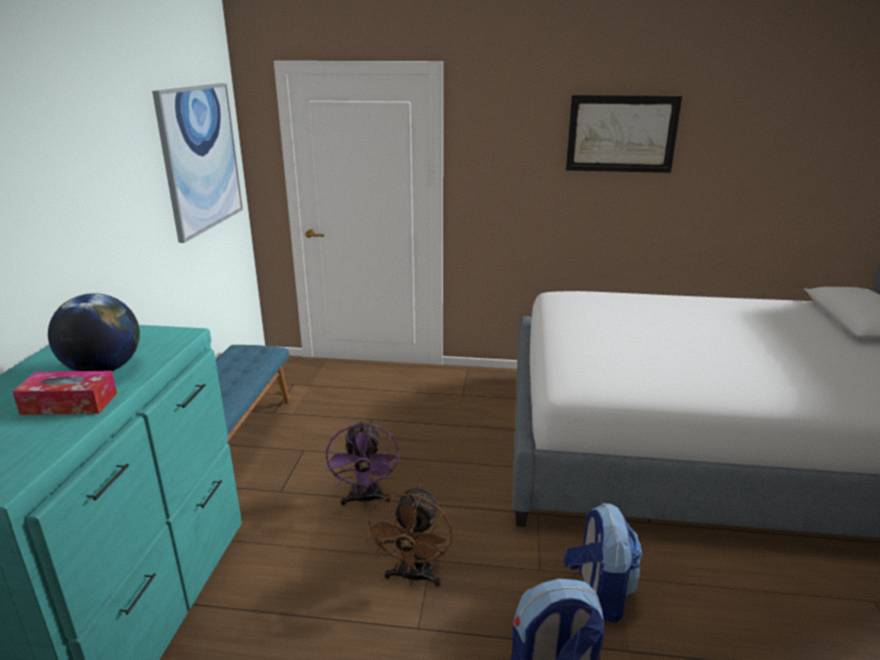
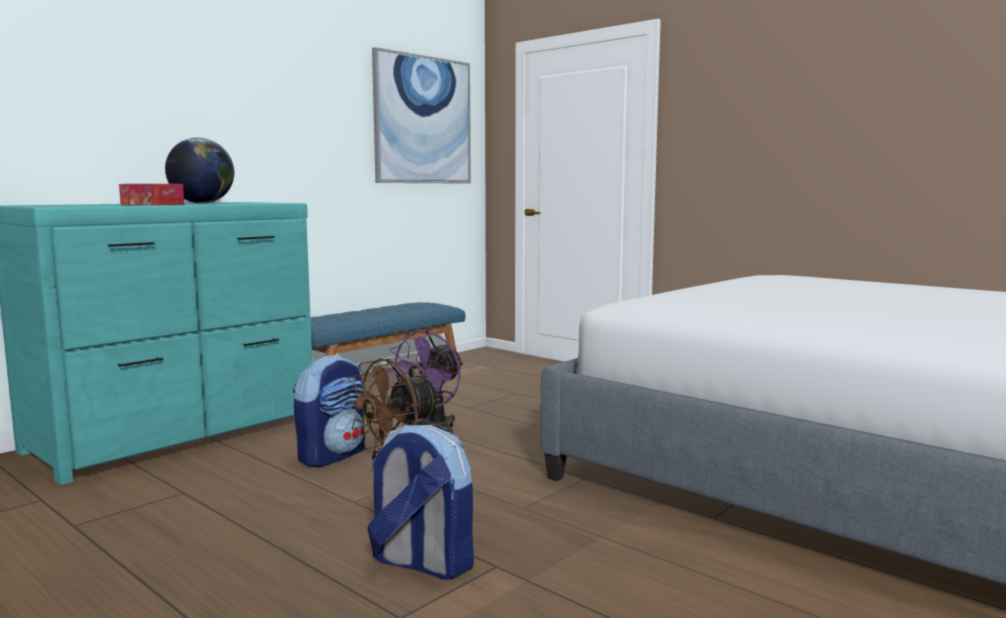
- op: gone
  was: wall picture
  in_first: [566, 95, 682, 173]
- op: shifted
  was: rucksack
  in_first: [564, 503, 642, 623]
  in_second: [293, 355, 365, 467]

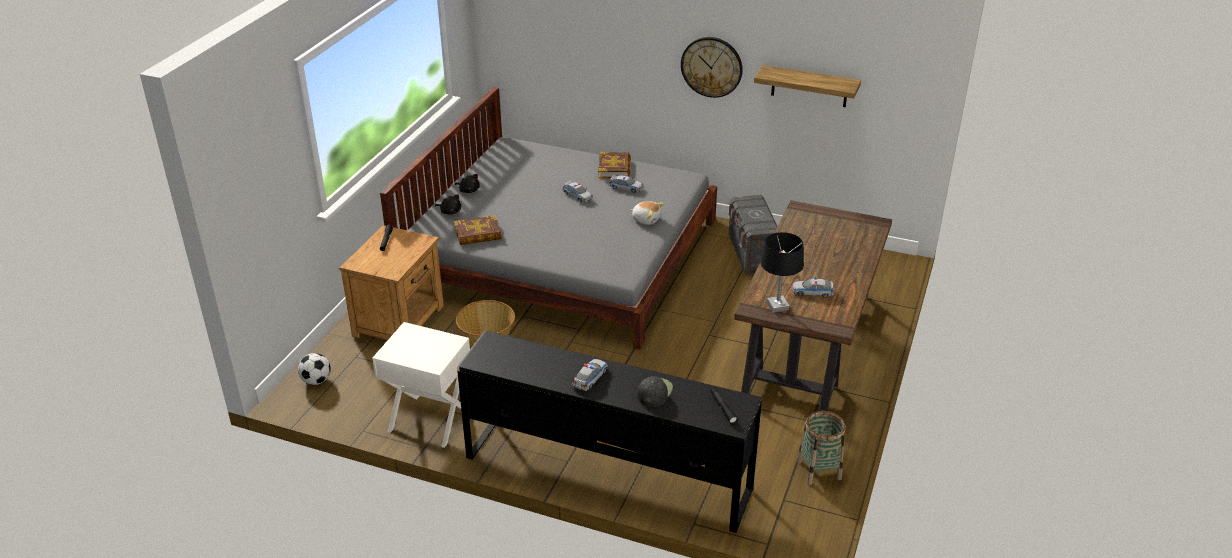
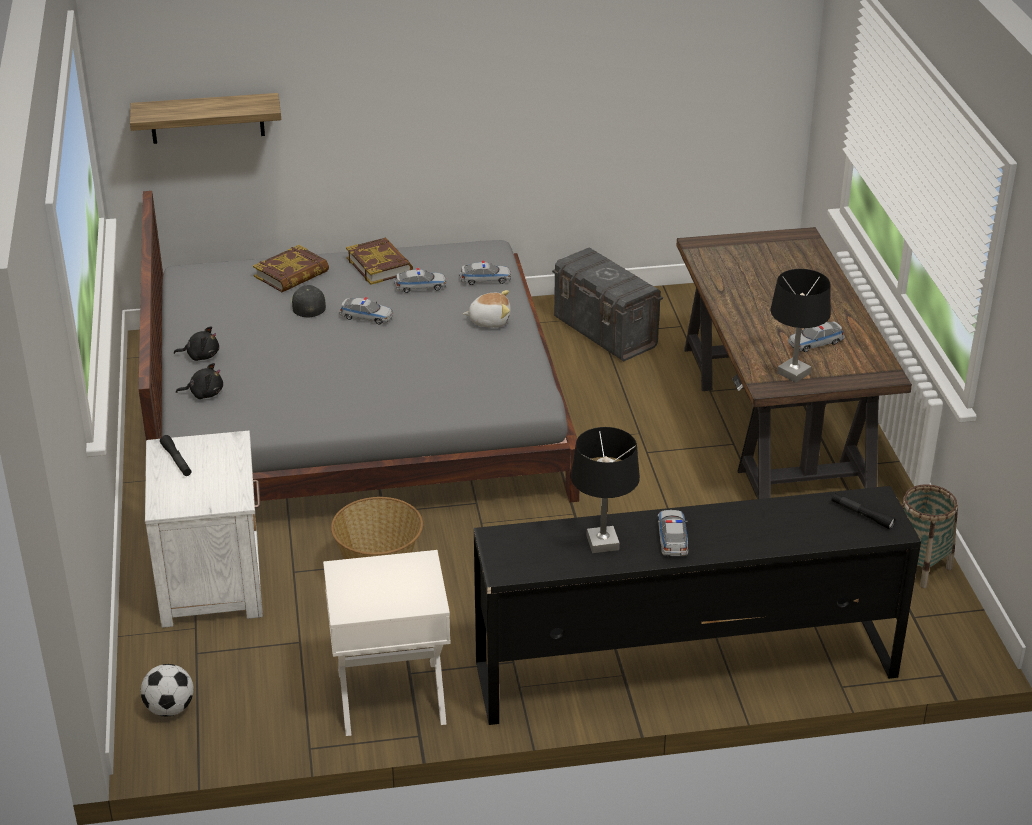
- op: gone
  was: clock on the wall
  in_first: [681, 37, 743, 98]
- op: shifted
  was: bracket shelf
  in_first: [754, 65, 861, 107]
  in_second: [130, 93, 281, 144]
- op: shifted
  was: volume
  in_first: [454, 215, 502, 245]
  in_second: [253, 245, 329, 292]
- op: repainted
  was: brown-coloured nightstand
  now: white-coloured nightstand
  in_first: [339, 225, 444, 340]
  in_second: [145, 431, 263, 628]
- op: shifted
  was: black-coloured baseball cap
  in_first: [638, 376, 673, 407]
  in_second: [291, 285, 326, 317]
- op: new
  now: toy car
  in_second: [460, 261, 512, 285]
- op: new
  now: black-coloured tabletop lamp
  in_second: [571, 427, 640, 553]

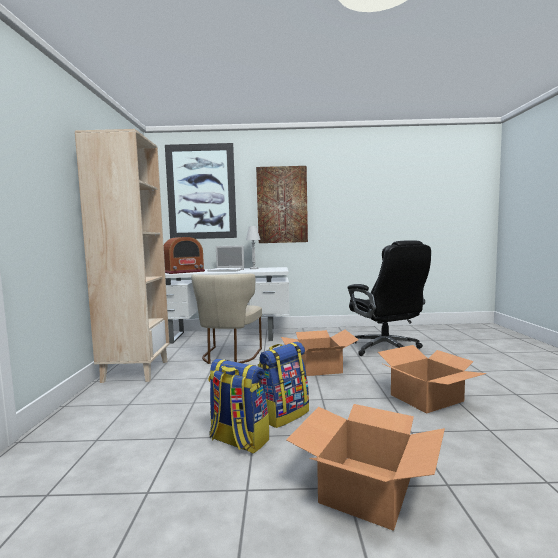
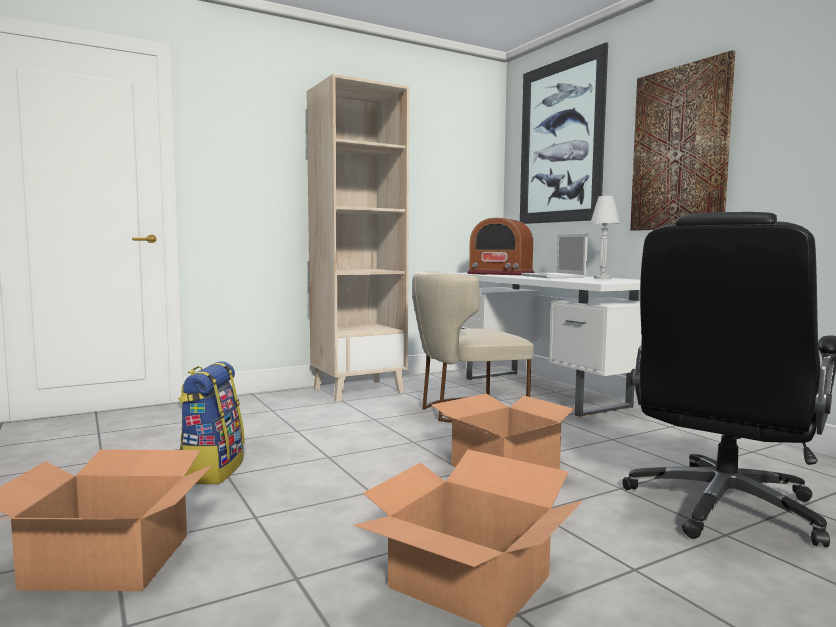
- op: gone
  was: rucksack
  in_first: [258, 342, 309, 428]

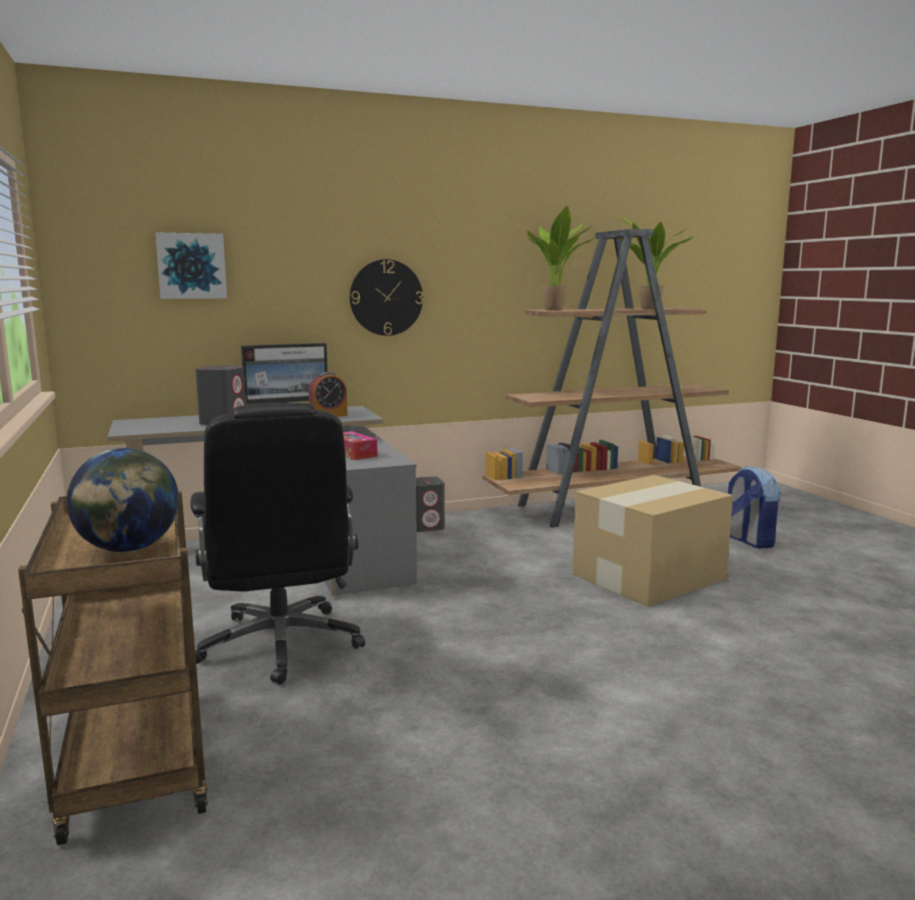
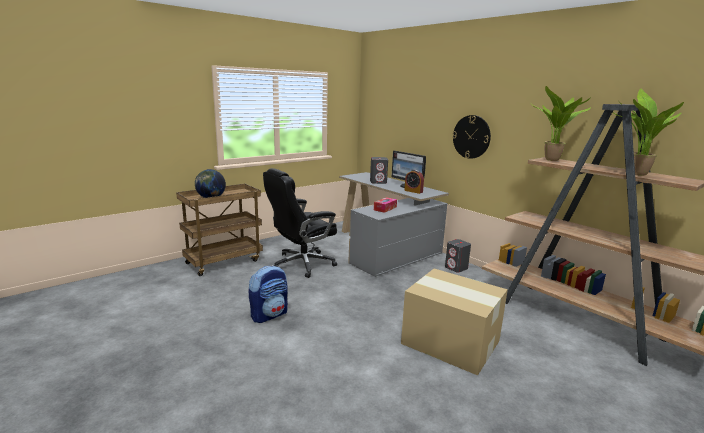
- op: gone
  was: wall picture
  in_first: [155, 232, 227, 299]
- op: shifted
  was: rucksack
  in_first: [728, 466, 780, 549]
  in_second: [248, 265, 288, 323]

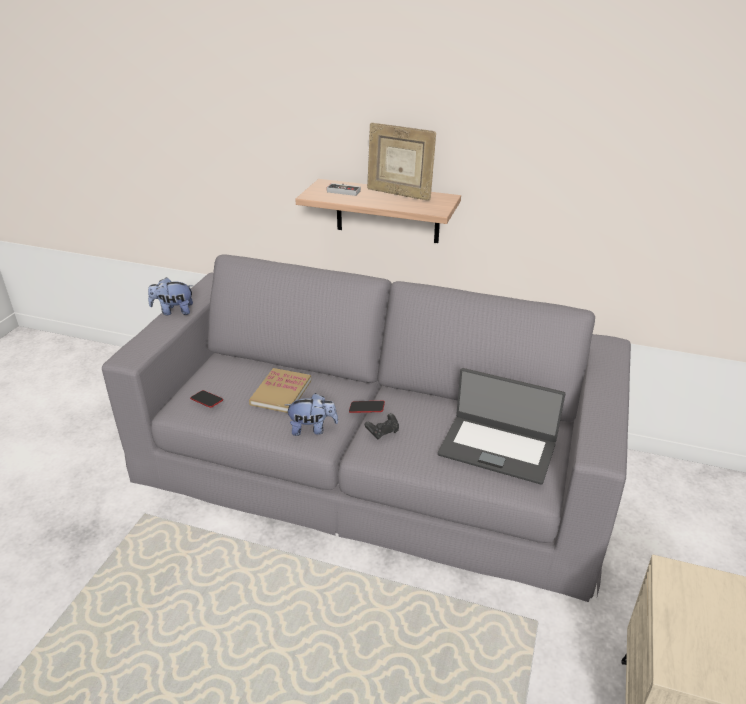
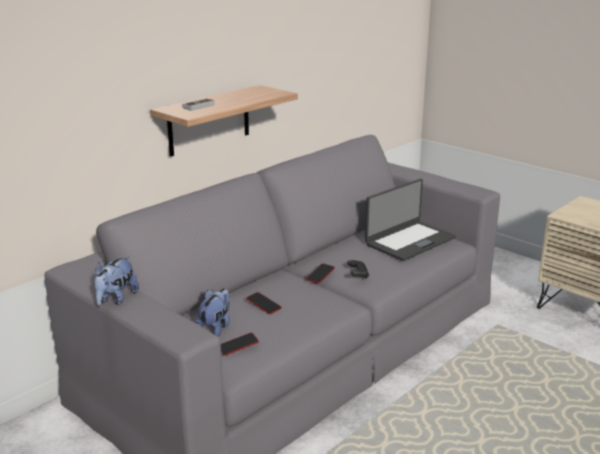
- op: gone
  was: picture frame
  in_first: [367, 123, 436, 201]
- op: swapped
  was: volume
  now: phone
  in_first: [249, 368, 311, 413]
  in_second: [247, 292, 281, 314]
- op: shifted
  was: soft toy
  in_first: [285, 393, 338, 436]
  in_second: [196, 288, 230, 337]

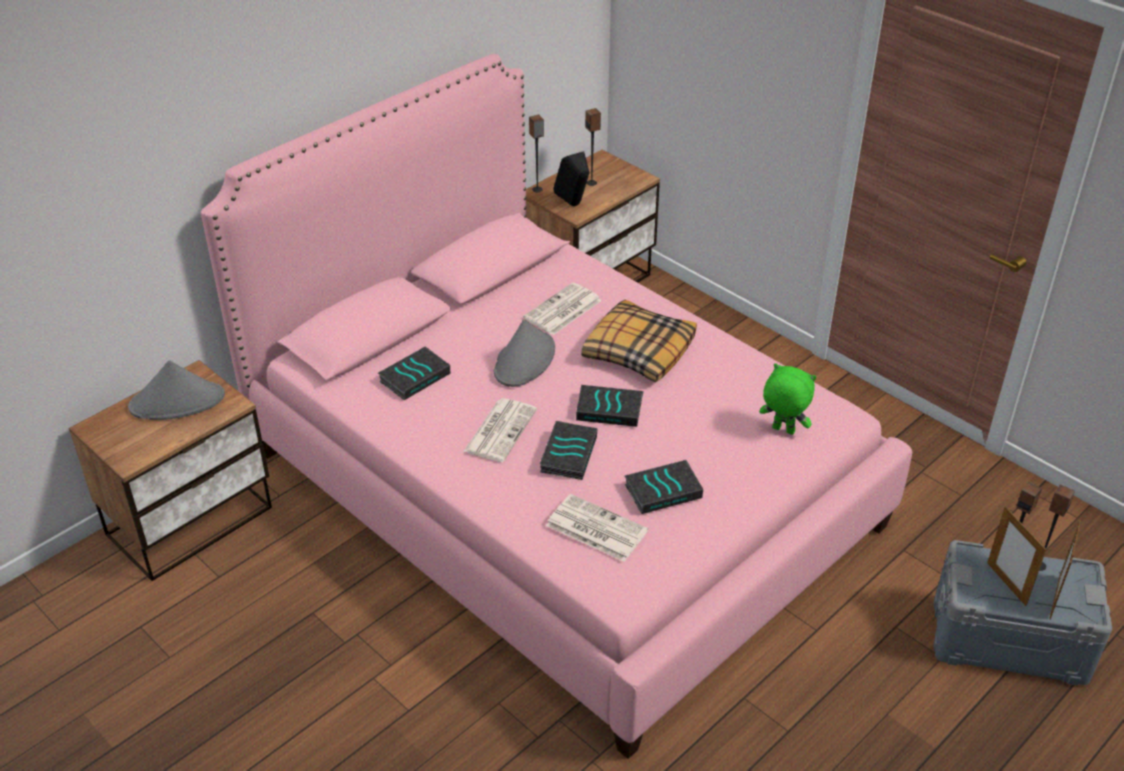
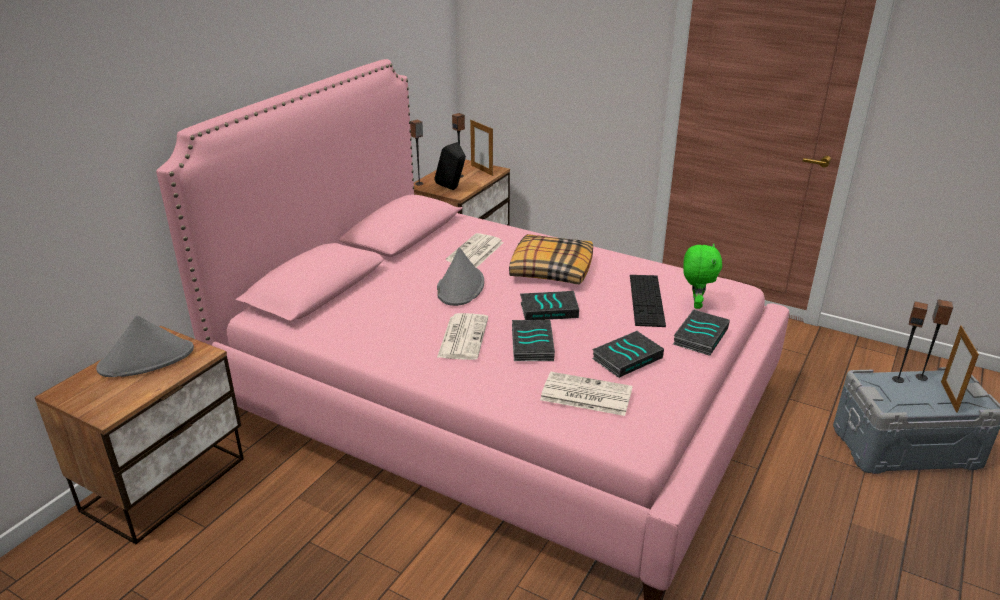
- op: shifted
  was: volume
  in_first: [378, 346, 450, 400]
  in_second: [673, 309, 730, 356]
- op: rotated
  was: green soft toy
  in_first: [759, 363, 816, 435]
  in_second: [683, 243, 722, 309]
  clockwise: 90
- op: shifted
  was: picture frame
  in_first: [987, 506, 1046, 606]
  in_second: [470, 119, 493, 176]
- op: new
  now: computer keyboard
  in_second: [630, 275, 666, 327]

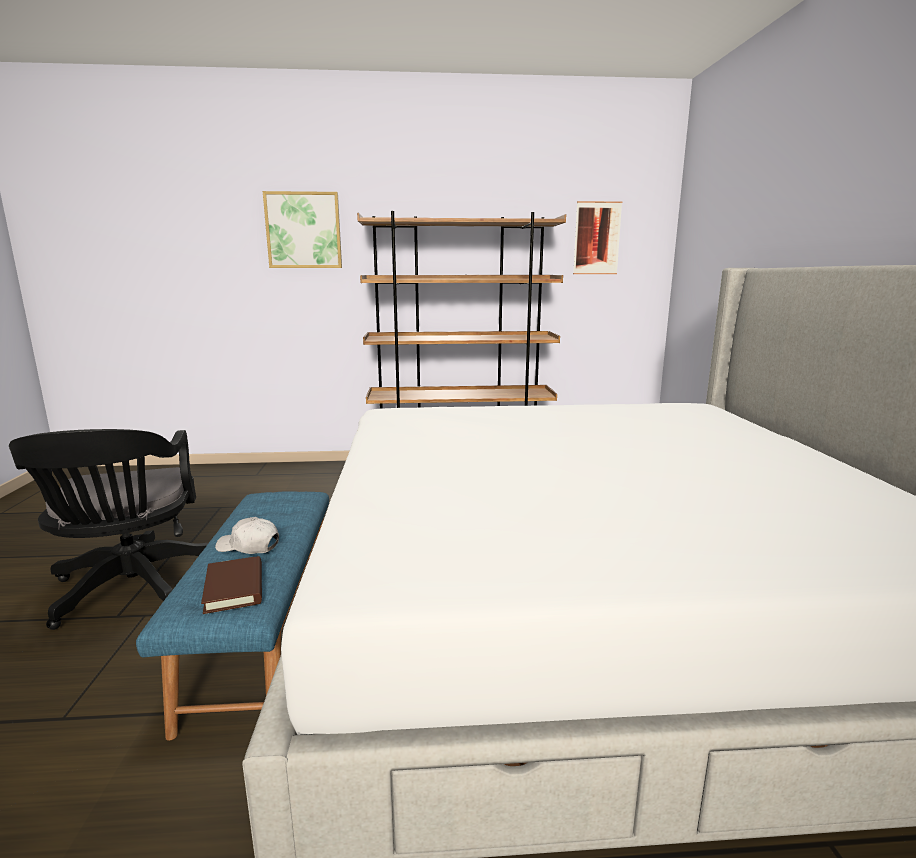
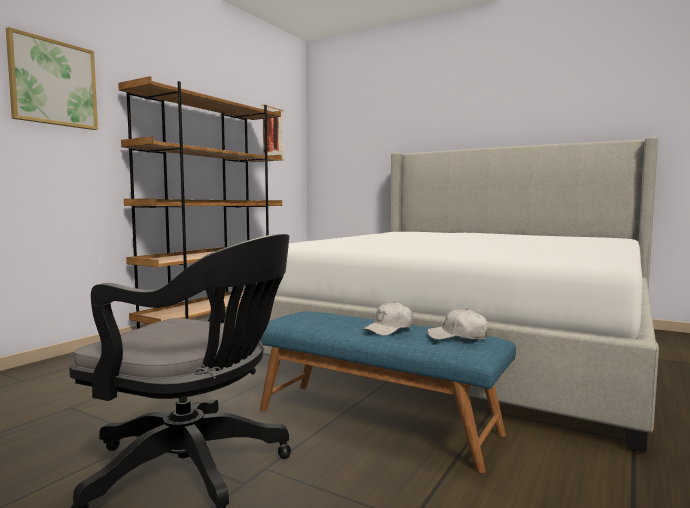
- op: swapped
  was: brown-coloured volume
  now: white-coloured baseball cap
  in_first: [201, 556, 262, 614]
  in_second: [428, 309, 488, 339]

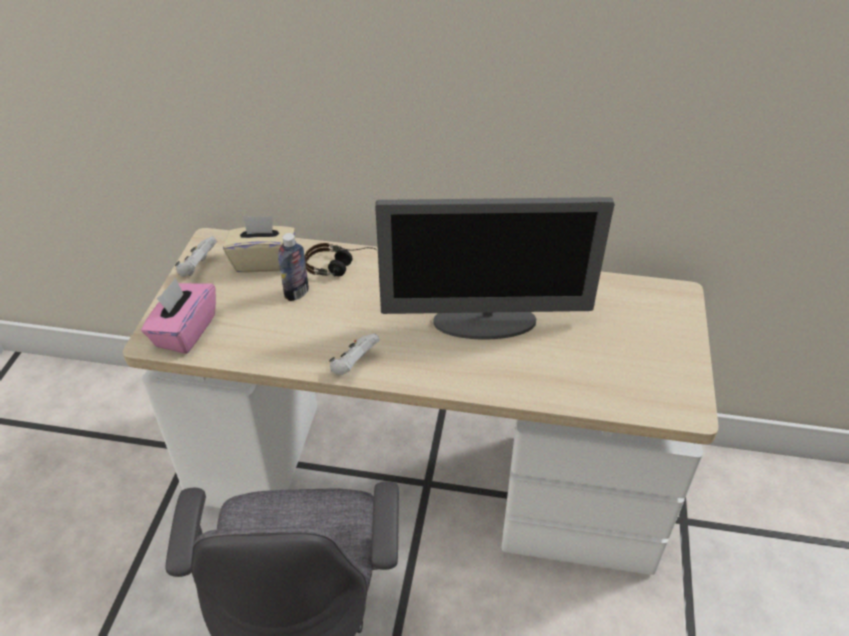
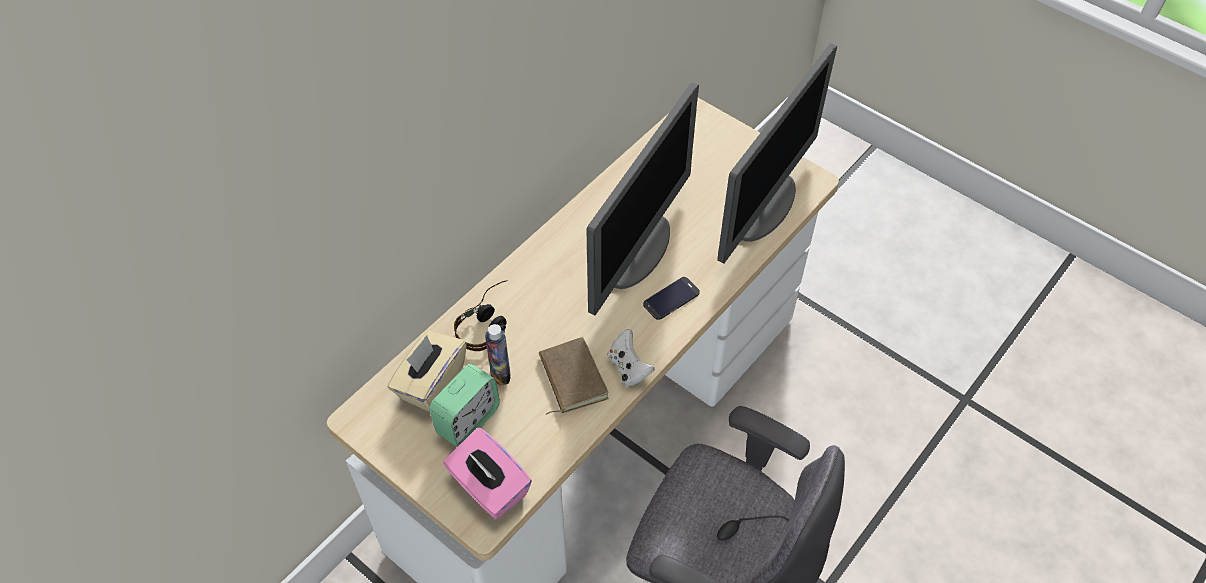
- op: gone
  was: white-coloured joypad
  in_first: [175, 236, 217, 277]
- op: new
  now: monitor
  in_second: [717, 43, 837, 264]
- op: new
  now: phone
  in_second: [643, 277, 700, 320]
- op: new
  now: brown-coloured volume
  in_second: [539, 337, 609, 415]
- op: new
  now: bedside clock
  in_second: [429, 364, 500, 447]

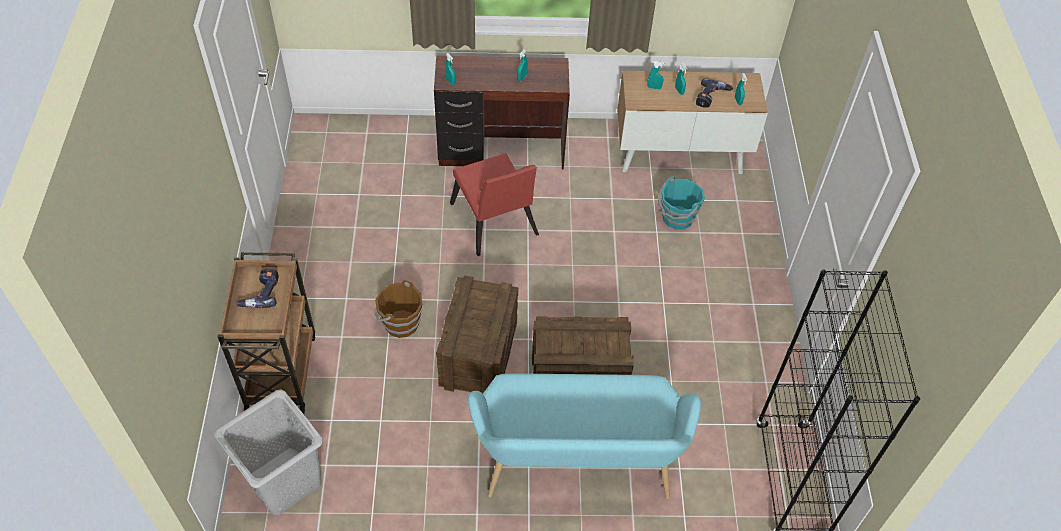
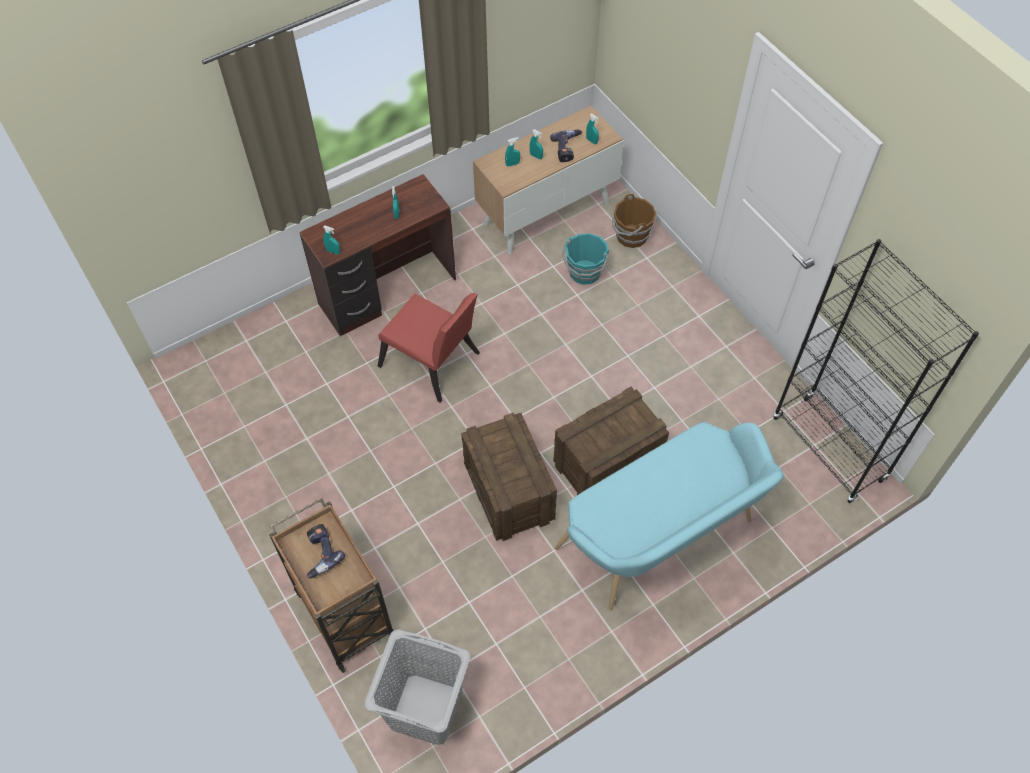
- op: shifted
  was: brown-coloured pail
  in_first: [374, 280, 423, 338]
  in_second: [612, 194, 657, 248]

